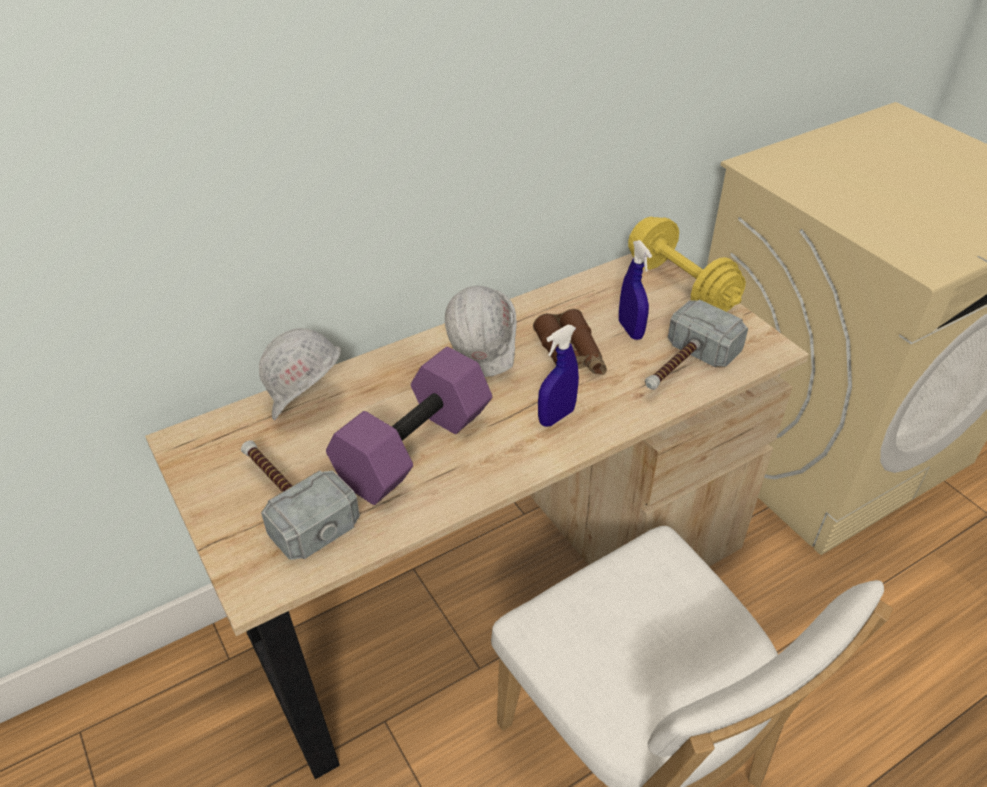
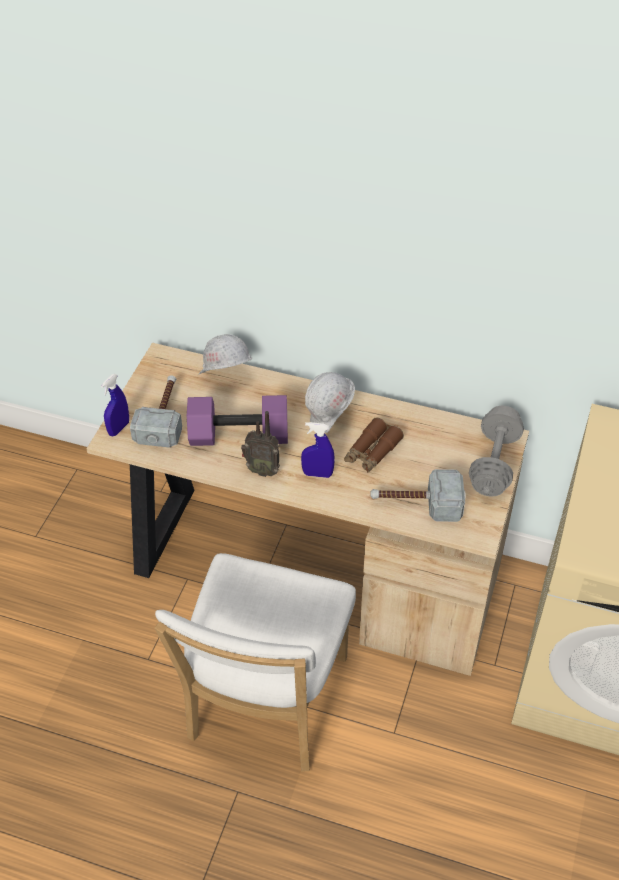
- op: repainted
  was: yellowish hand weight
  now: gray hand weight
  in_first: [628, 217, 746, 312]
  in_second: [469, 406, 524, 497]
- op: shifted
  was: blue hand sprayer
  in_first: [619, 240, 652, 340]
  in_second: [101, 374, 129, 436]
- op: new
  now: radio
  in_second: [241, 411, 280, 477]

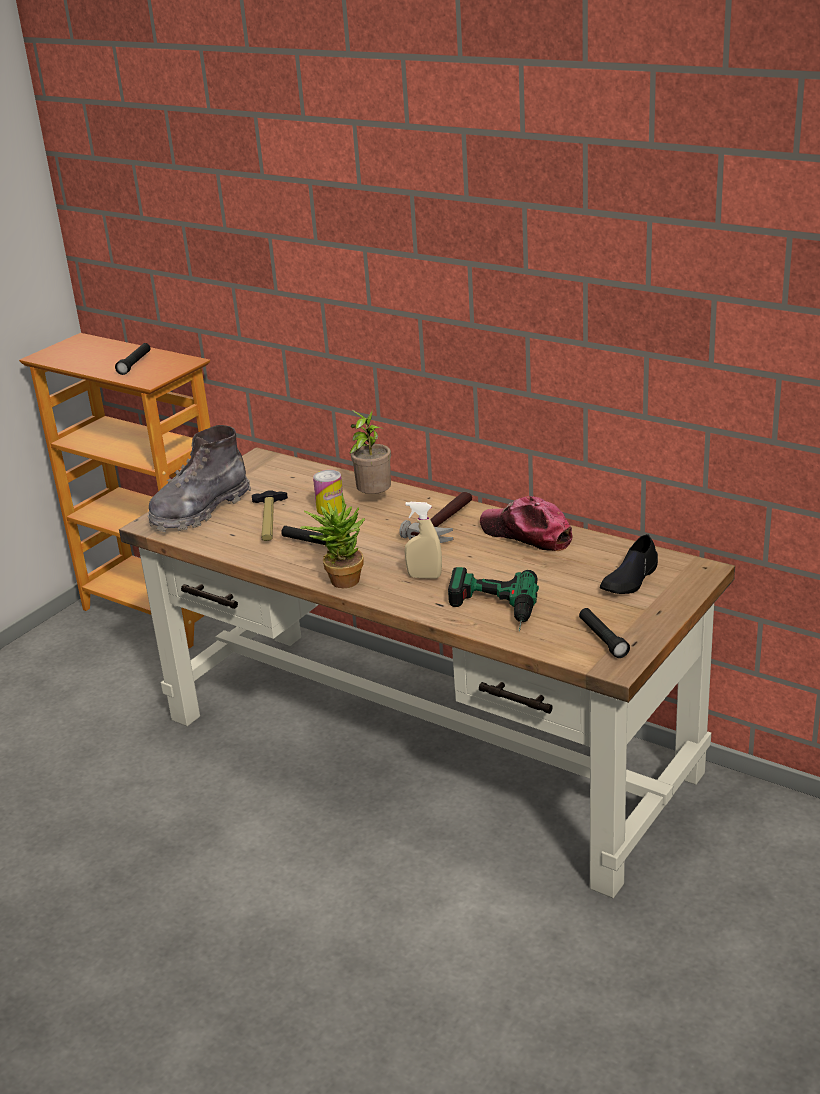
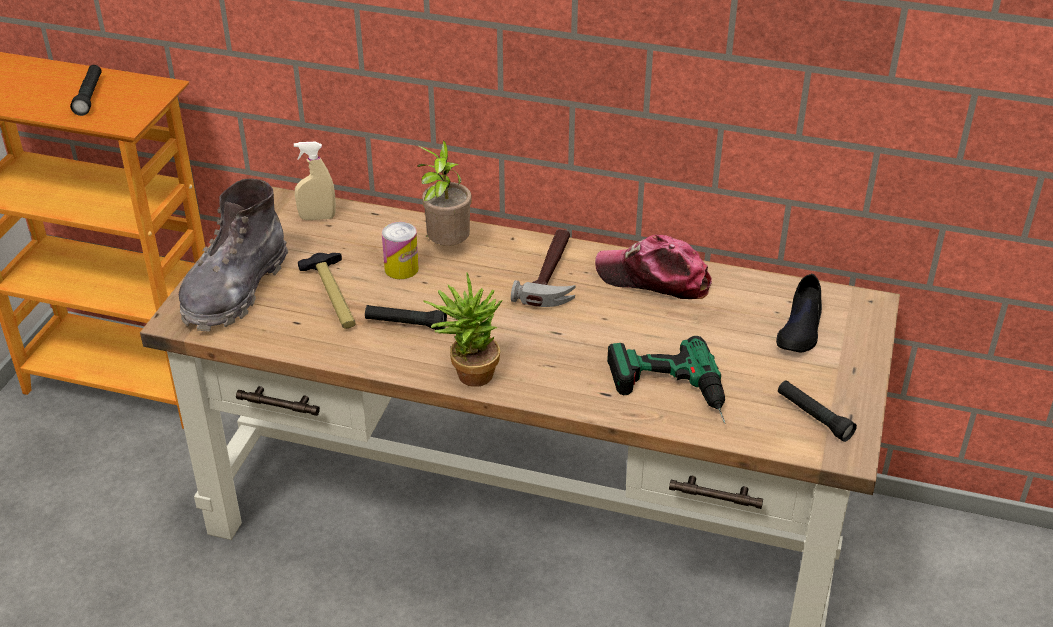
- op: shifted
  was: beige-coloured hand sprayer
  in_first: [405, 502, 442, 579]
  in_second: [294, 142, 336, 220]

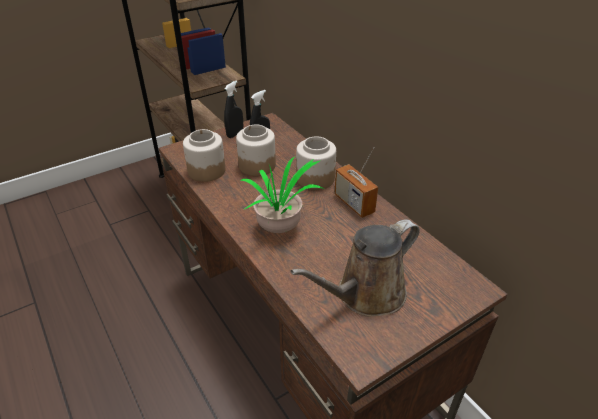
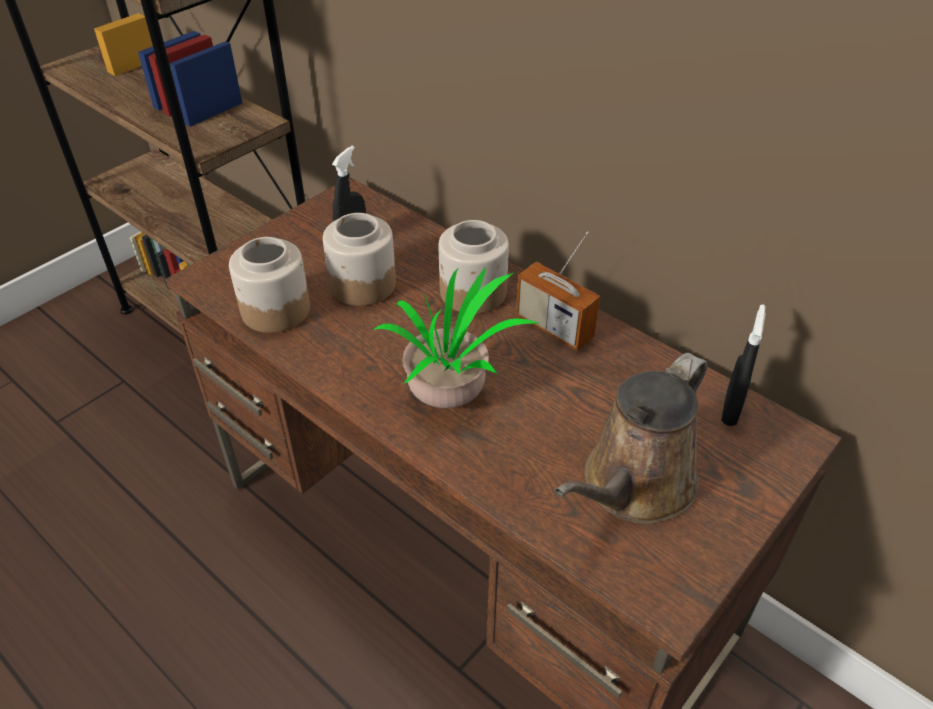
- op: shifted
  was: black-coloured hand sprayer
  in_first: [224, 80, 243, 138]
  in_second: [721, 304, 766, 426]

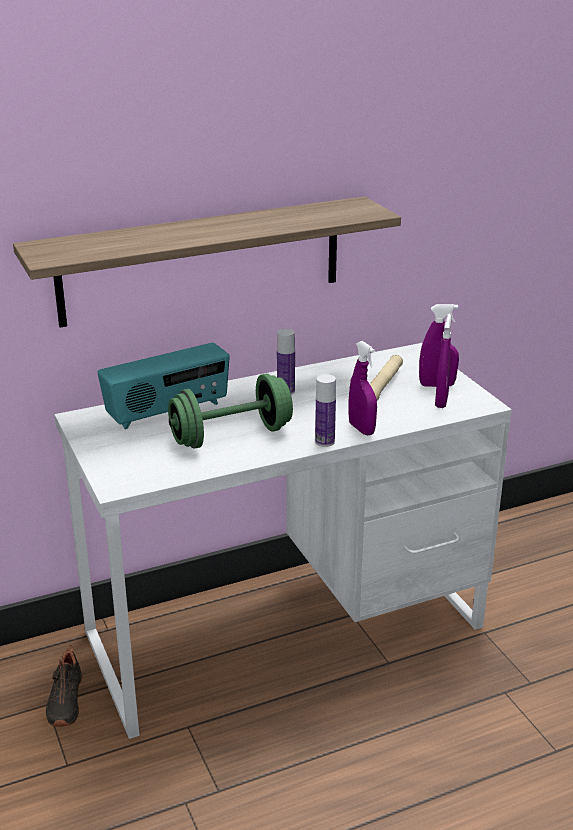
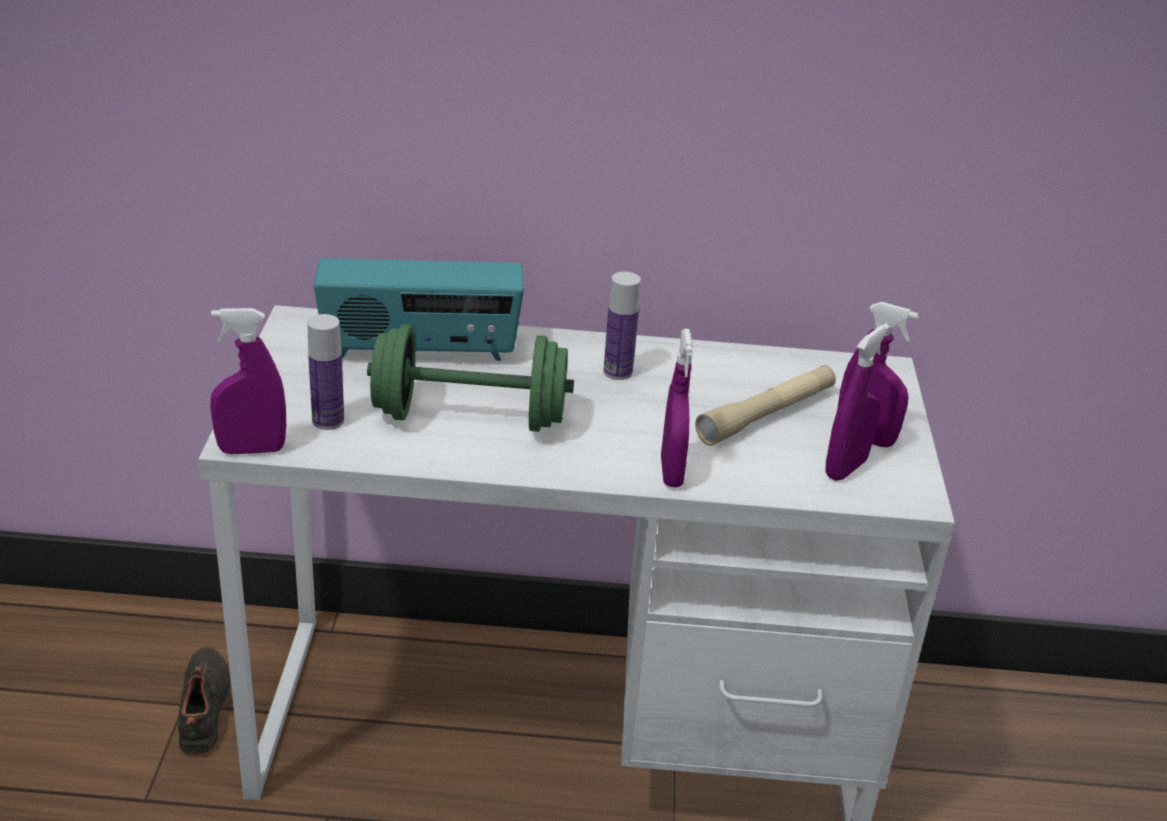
- op: gone
  was: bracket shelf
  in_first: [13, 196, 401, 327]
- op: shifted
  was: beverage bottle
  in_first: [315, 374, 336, 447]
  in_second: [307, 314, 344, 430]
- op: rotated
  was: black-coloured shoe
  in_first: [46, 645, 82, 727]
  in_second: [178, 647, 231, 755]
  clockwise: 150
- op: new
  now: purplish hand sprayer
  in_second: [210, 308, 286, 454]

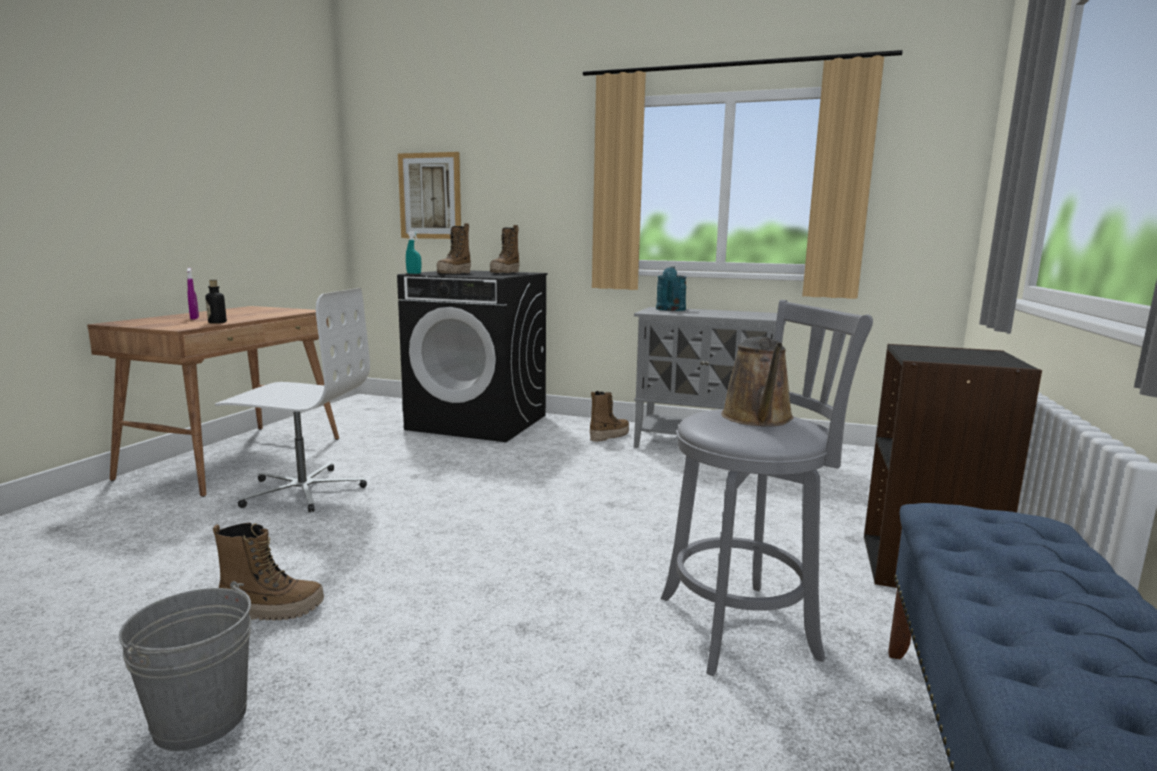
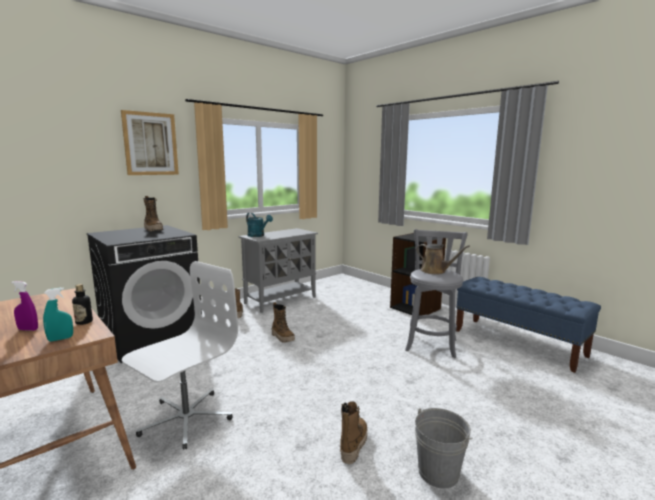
- op: shifted
  was: wall picture
  in_first: [398, 152, 461, 239]
  in_second: [121, 110, 179, 175]
- op: shifted
  was: boot
  in_first: [437, 223, 471, 274]
  in_second: [272, 302, 295, 343]
- op: shifted
  was: turquoise hand sprayer
  in_first: [406, 231, 421, 274]
  in_second: [43, 287, 73, 342]

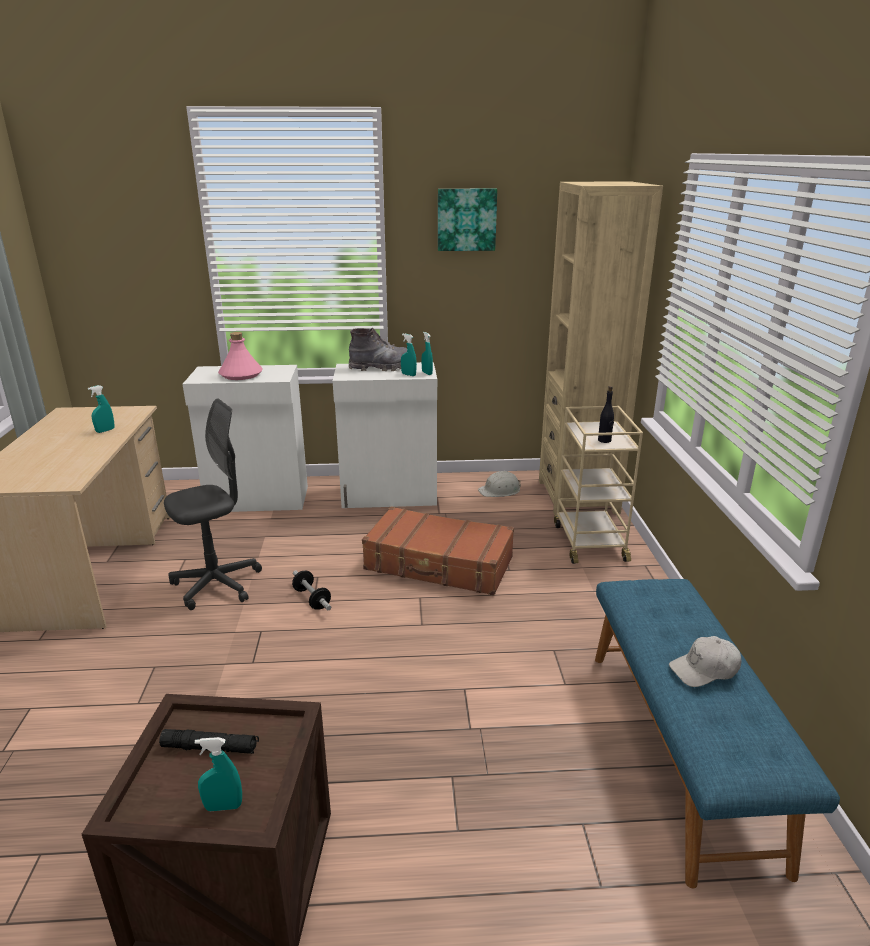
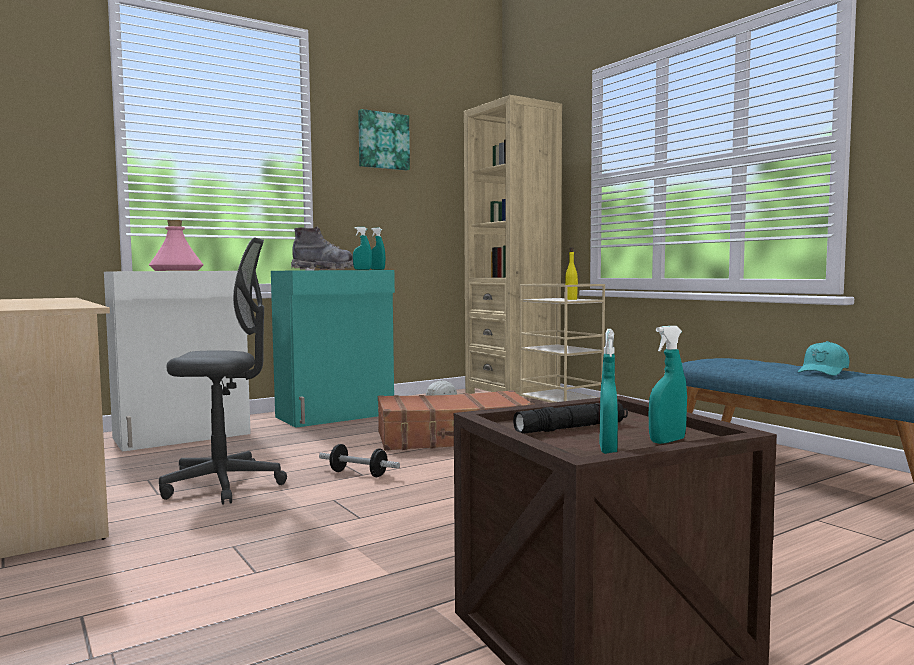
- op: repainted
  was: white-coloured storage cabinet
  now: turquoise storage cabinet
  in_first: [333, 362, 437, 508]
  in_second: [271, 270, 395, 428]
- op: shifted
  was: turquoise hand sprayer
  in_first: [88, 385, 114, 433]
  in_second: [599, 329, 618, 454]
- op: repainted
  was: black-coloured beverage bottle
  now: yellowish beverage bottle
  in_first: [598, 386, 614, 443]
  in_second: [565, 248, 578, 300]
- op: rotated
  was: gray office chair
  in_first: [164, 398, 262, 610]
  in_second: [159, 238, 287, 505]
  clockwise: 60
- op: repainted
  was: white-coloured baseball cap
  now: turquoise baseball cap
  in_first: [669, 636, 742, 687]
  in_second: [798, 341, 850, 376]

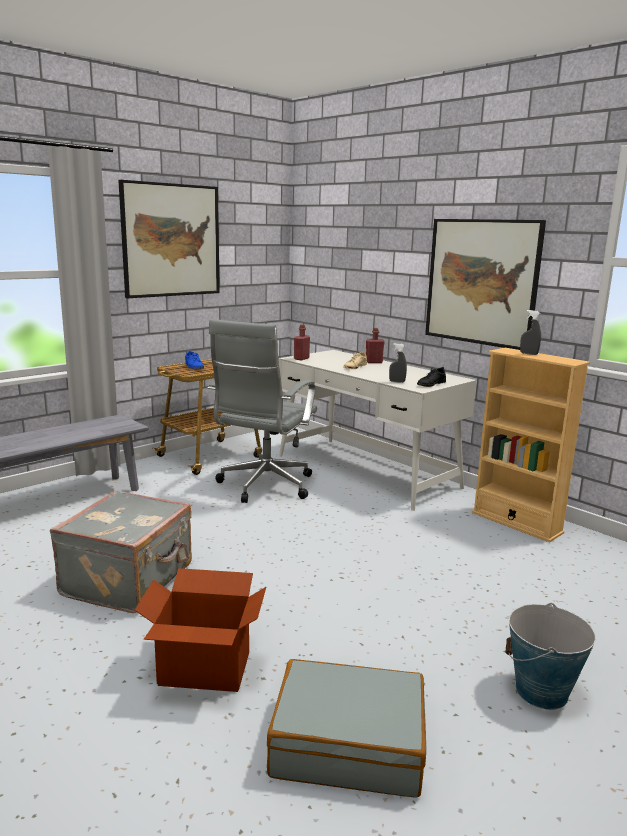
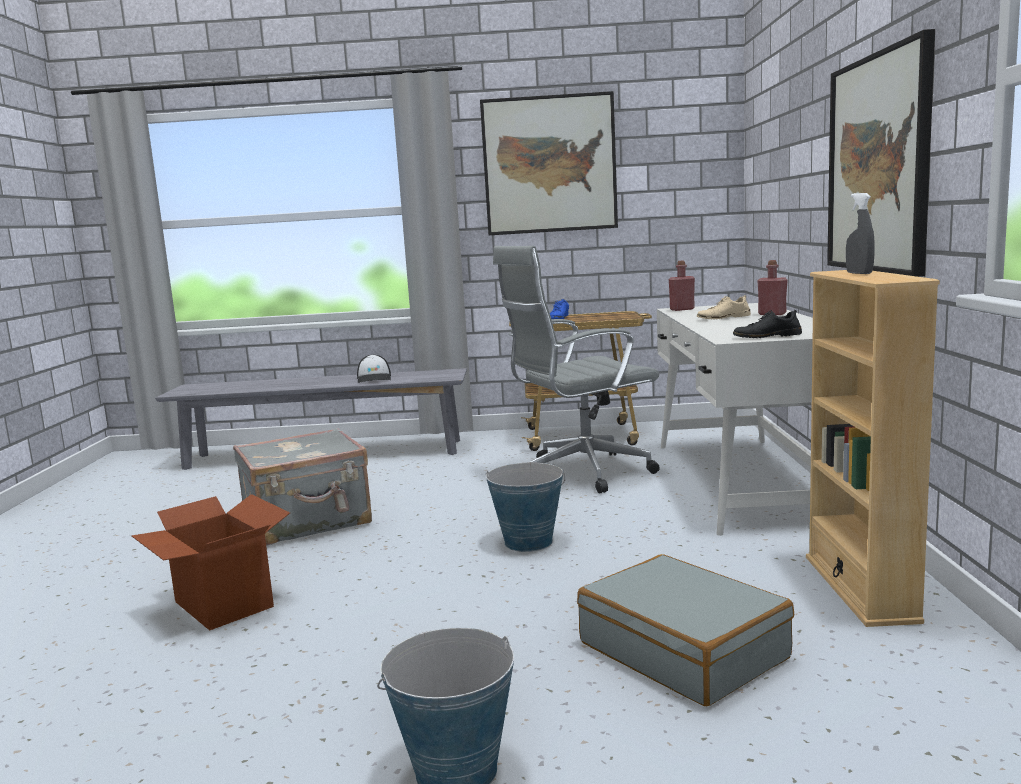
- op: gone
  was: gray hand sprayer
  in_first: [389, 343, 407, 383]
- op: shifted
  was: gray suitcase
  in_first: [267, 659, 426, 798]
  in_second: [577, 554, 794, 706]
- op: new
  now: baseball cap
  in_second: [357, 354, 391, 383]
- op: new
  now: pail
  in_second: [486, 463, 565, 552]

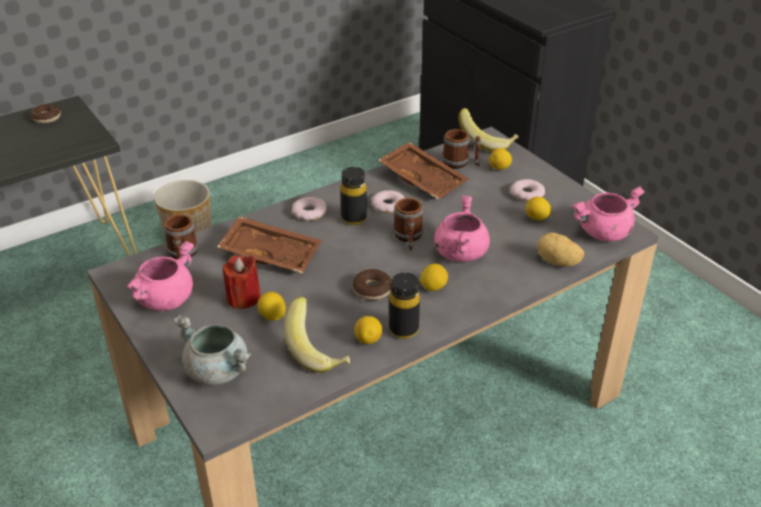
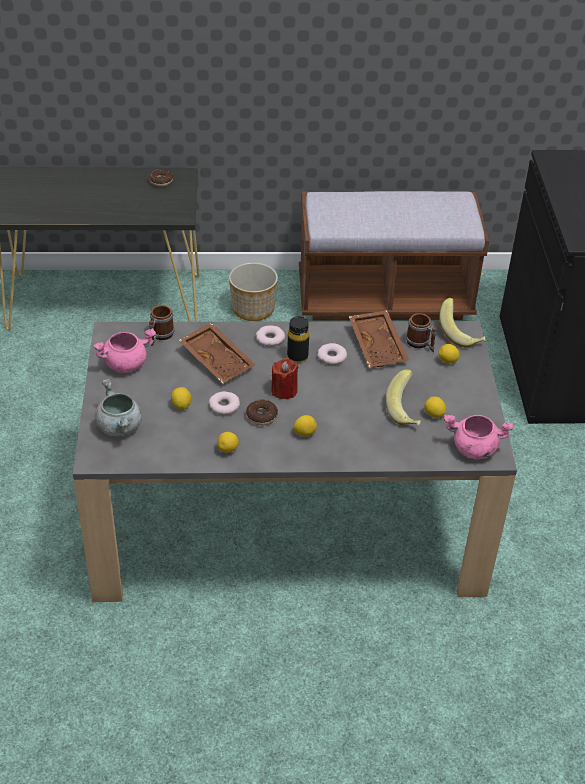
- op: shifted
  was: doughnut
  in_first: [510, 179, 545, 202]
  in_second: [209, 391, 240, 415]
- op: gone
  was: pink-coloured stockpot
  in_first: [434, 195, 490, 262]
- op: gone
  was: mug
  in_first: [393, 198, 424, 251]
- op: gone
  was: whole potato
  in_first: [537, 232, 584, 267]
- op: shifted
  was: reddish wax light
  in_first: [222, 255, 261, 309]
  in_second: [271, 358, 299, 399]
- op: gone
  was: black-coloured beverage bottle
  in_first: [389, 273, 420, 339]
- op: shifted
  was: whole banana
  in_first: [284, 297, 350, 373]
  in_second: [386, 369, 421, 426]
- op: new
  now: brown-coloured long seat
  in_second: [299, 191, 489, 321]

